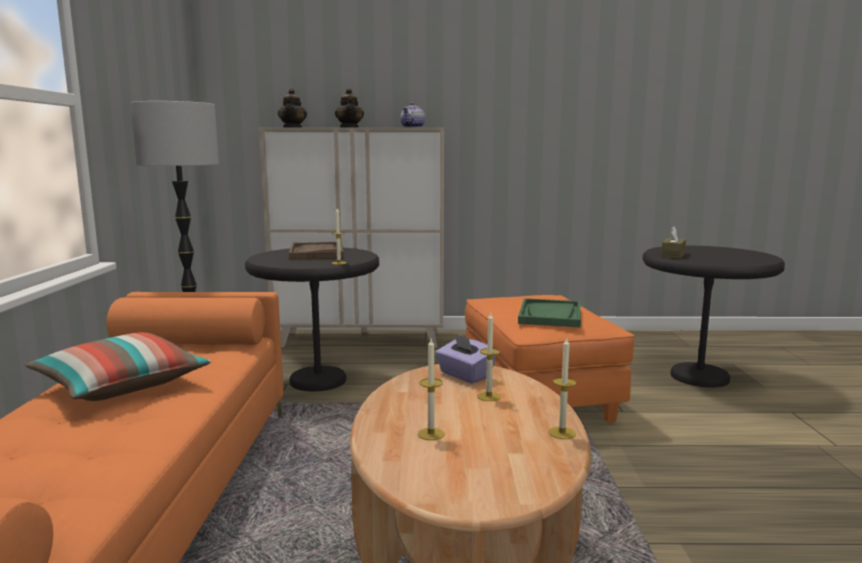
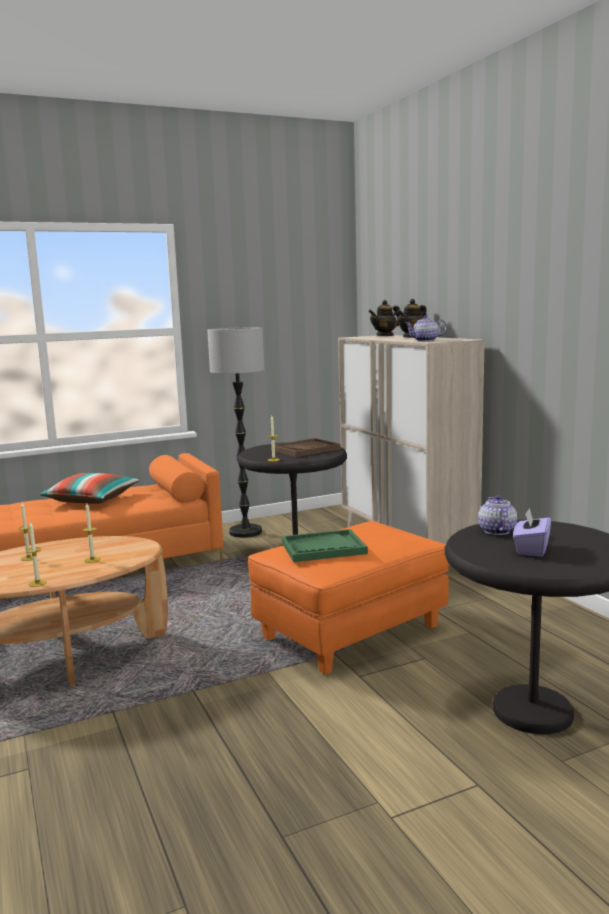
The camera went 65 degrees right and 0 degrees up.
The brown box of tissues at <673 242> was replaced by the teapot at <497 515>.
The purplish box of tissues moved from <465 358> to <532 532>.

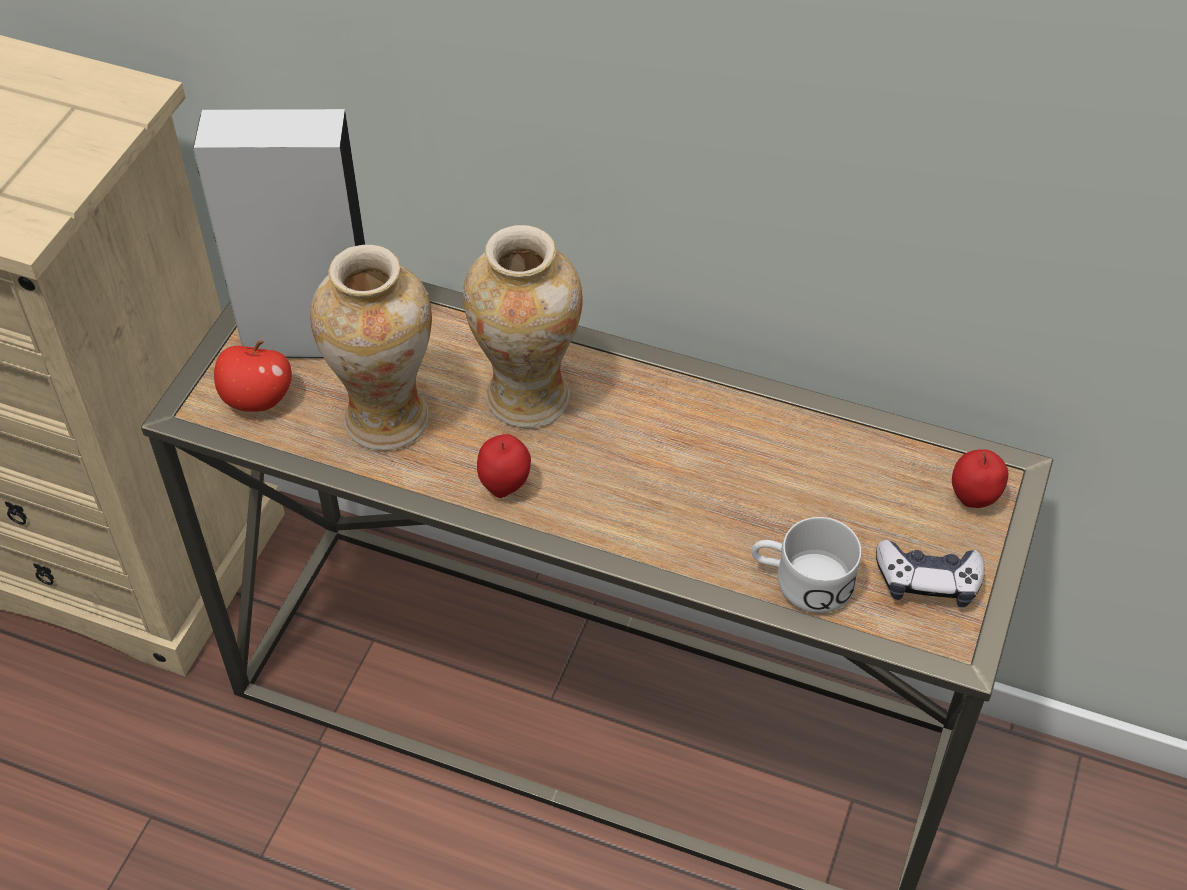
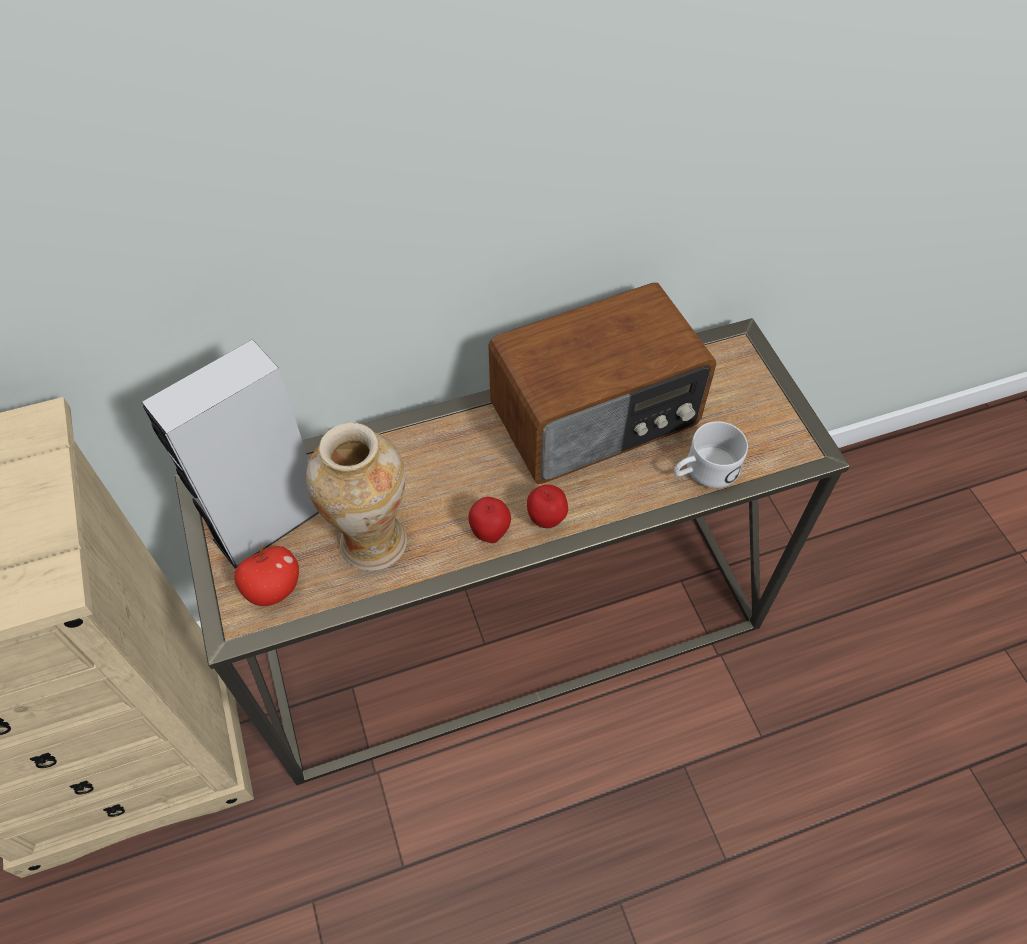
The camera went 40 degrees left and 5 degrees up.
The radio receiver at <602 383> appeared.
The apple moved from <980 478> to <547 506>.
The decorative vase at <523 327> disappeared.
The joypad at <930 573> disappeared.

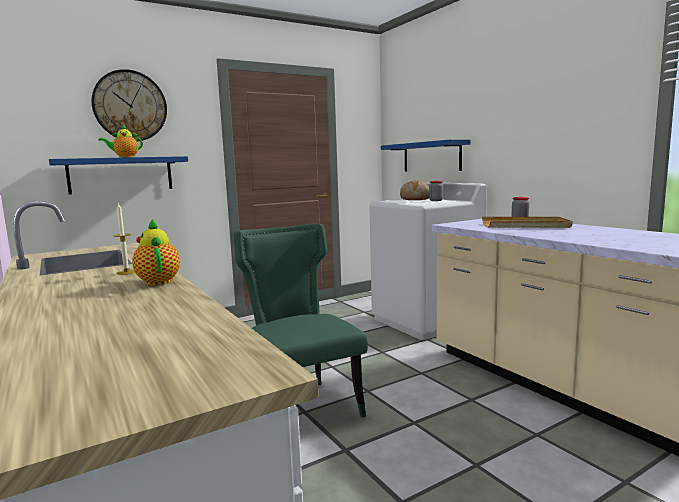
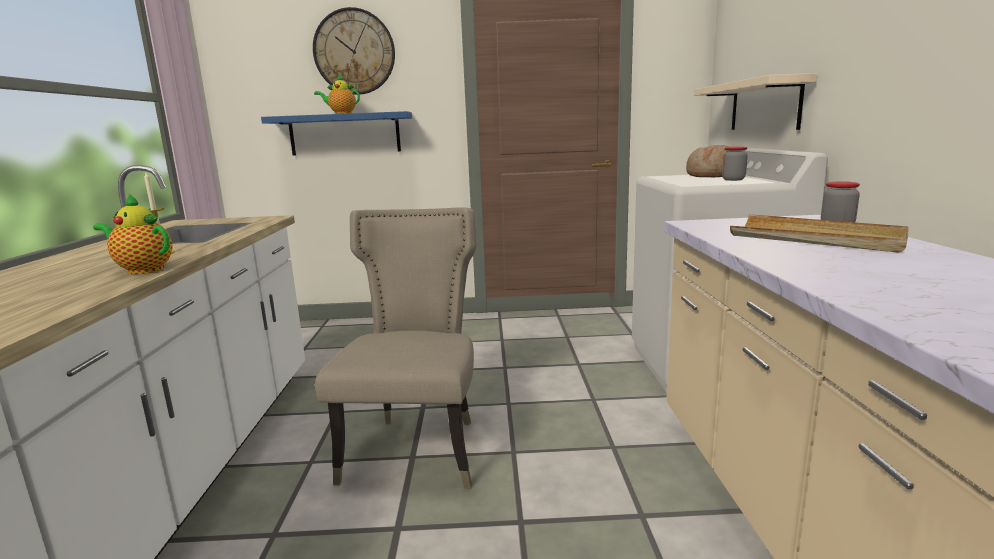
The camera went 30 degrees right and 5 degrees up.
The teapot at <156 252> turned 75 degrees counterclockwise.
The green chair at <301 320> became the sand-coloured chair at <396 348>.
The blue-coloured shelf at <426 155> became the sand-coloured shelf at <755 101>.

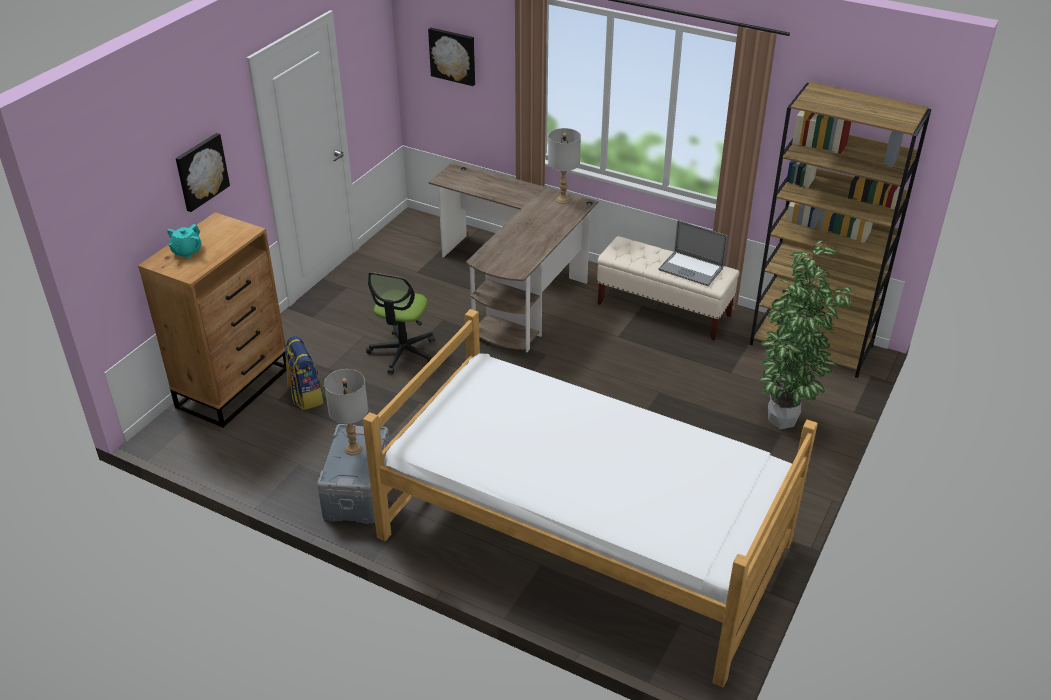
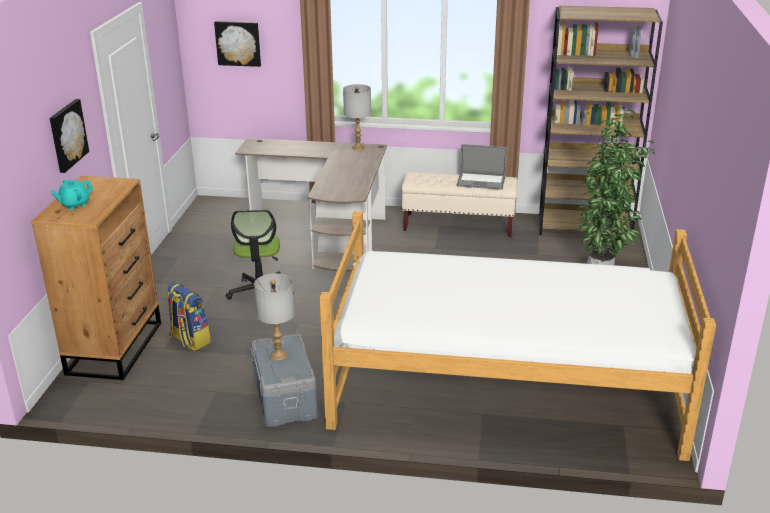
The camera went 20 degrees left and 10 degrees down.
The blue-green teapot at <184 241> turned 45 degrees clockwise.

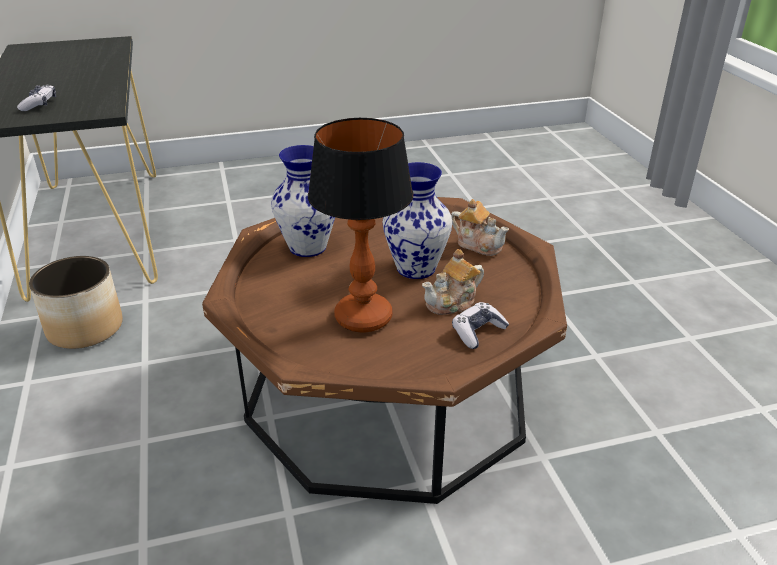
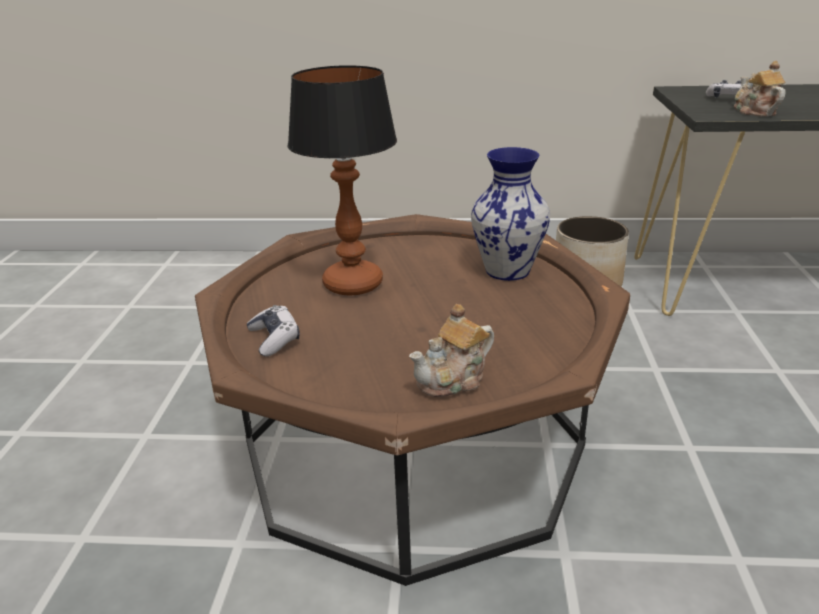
The camera went 110 degrees right and 5 degrees down.
The teapot moved from <453 282> to <760 89>.
The decorative vase at <417 220> disappeared.

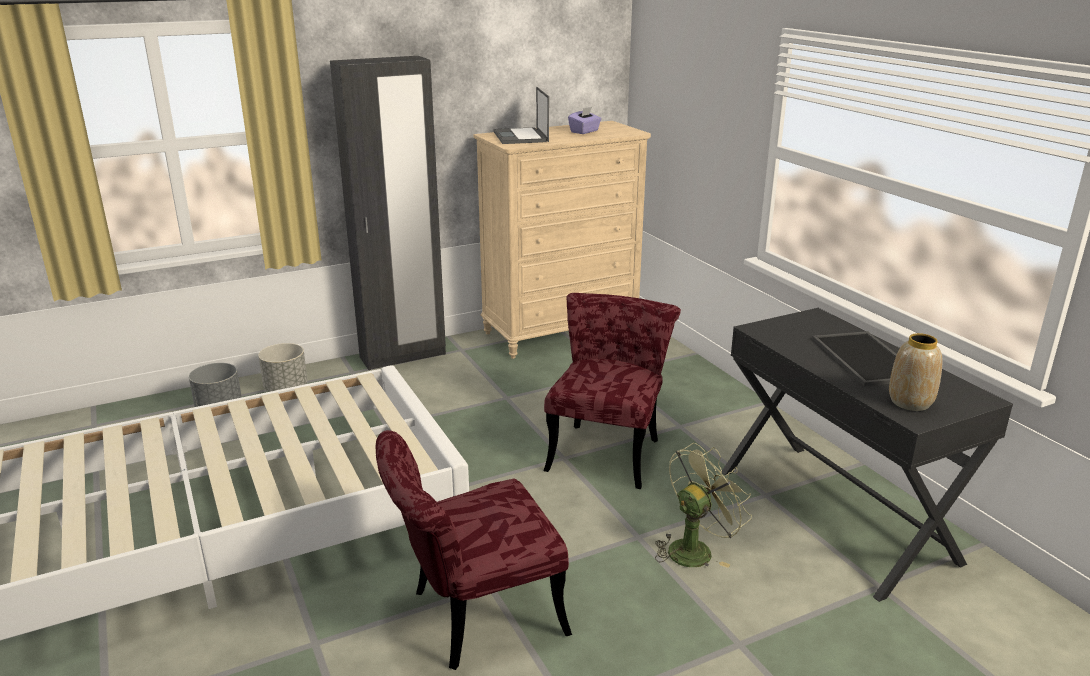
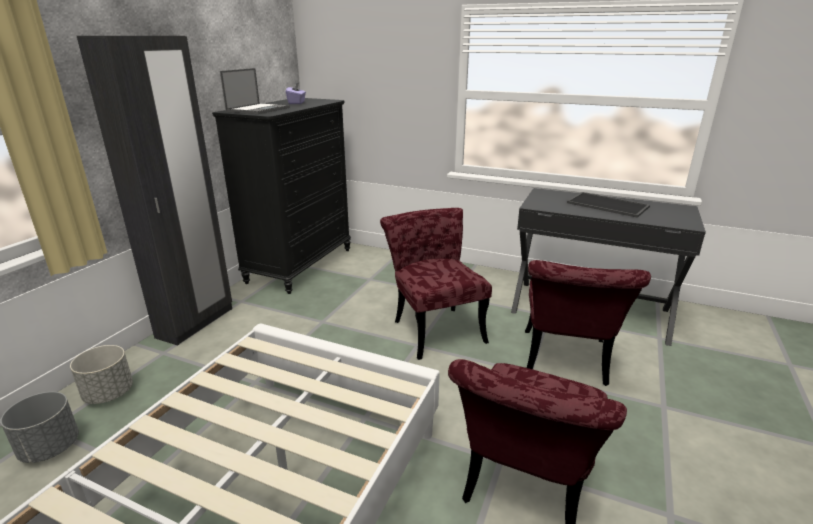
The camera went 40 degrees left and 0 degrees up.
The sand-coloured dresser at <562 240> became the black-coloured dresser at <281 196>.
The laptop at <521 115> turned 105 degrees counterclockwise.
The green fan at <703 505> was replaced by the red-coloured chair at <588 323>.
The decorative vase at <915 372> disappeared.

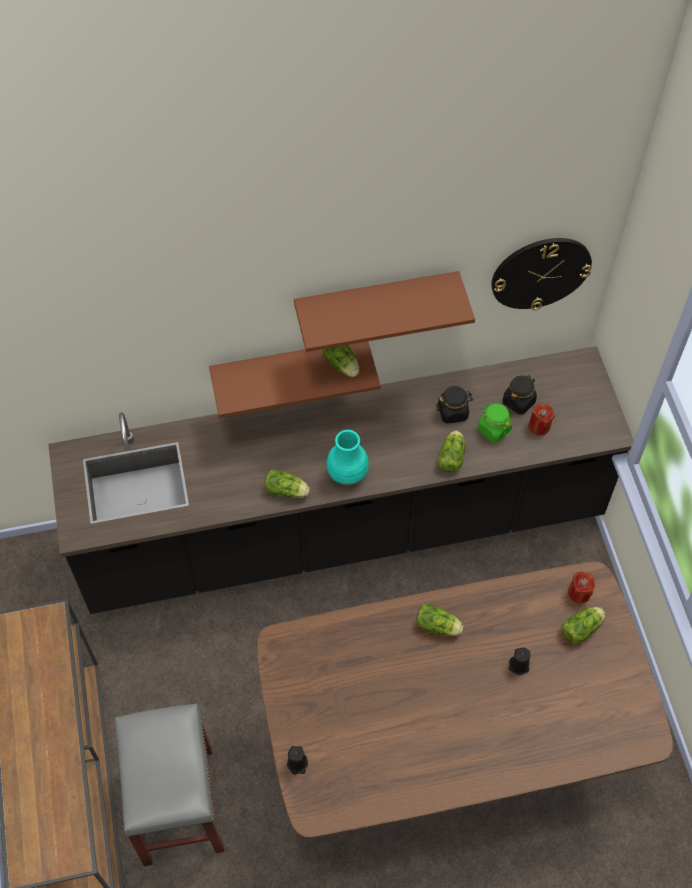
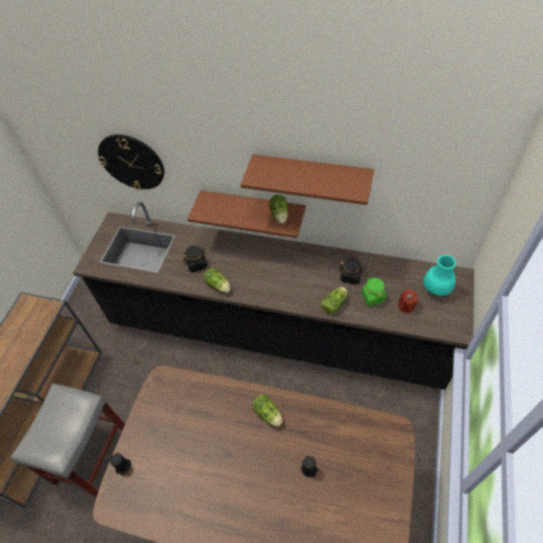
The camera went 30 degrees right and 5 degrees down.
The clock on the wall moved from <541 274> to <131 162>.
The black-coloured storage jar moved from <520 395> to <195 258>.
The blue-green decorative vase moved from <347 457> to <440 276>.
The lettuce head at <583 625> disappeared.
The red-coloured wax light at <581 588> disappeared.

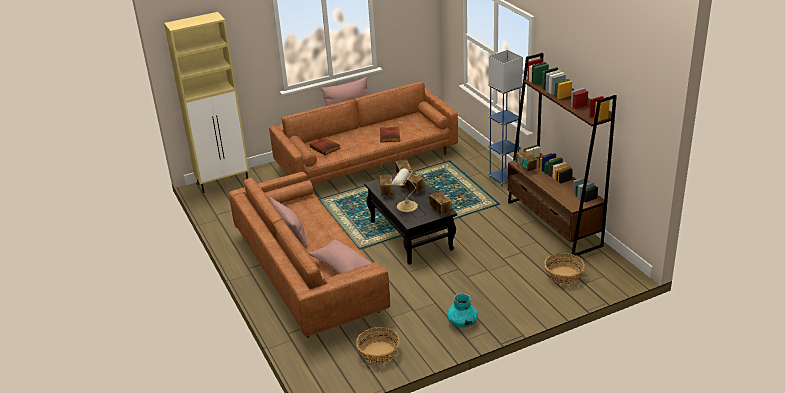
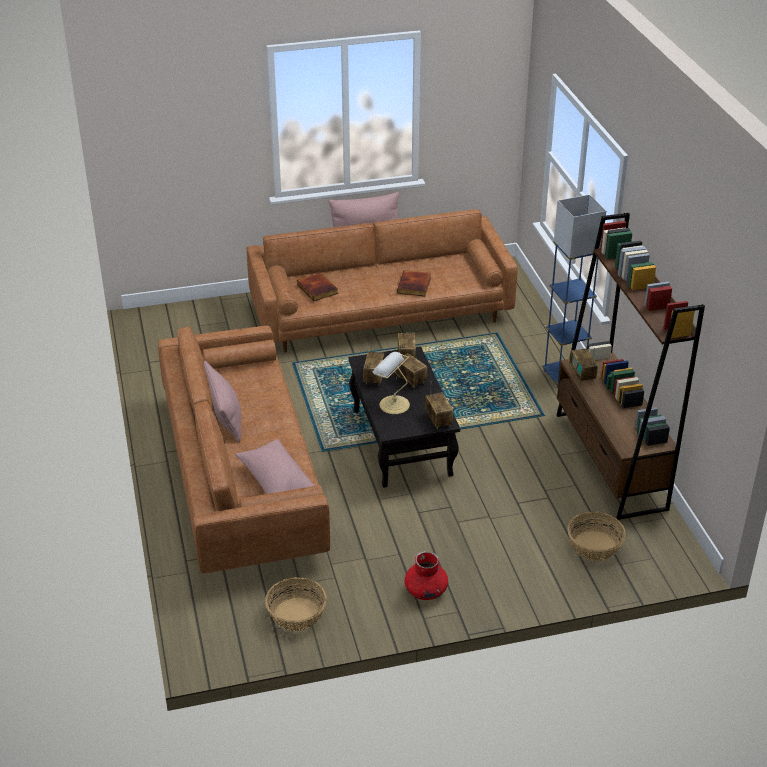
The camera went 10 degrees right and 5 degrees up.
The blue-green decorative vase at <462 310> became the red-coloured decorative vase at <426 575>.
The sand-coloured cabinet at <206 102> disappeared.

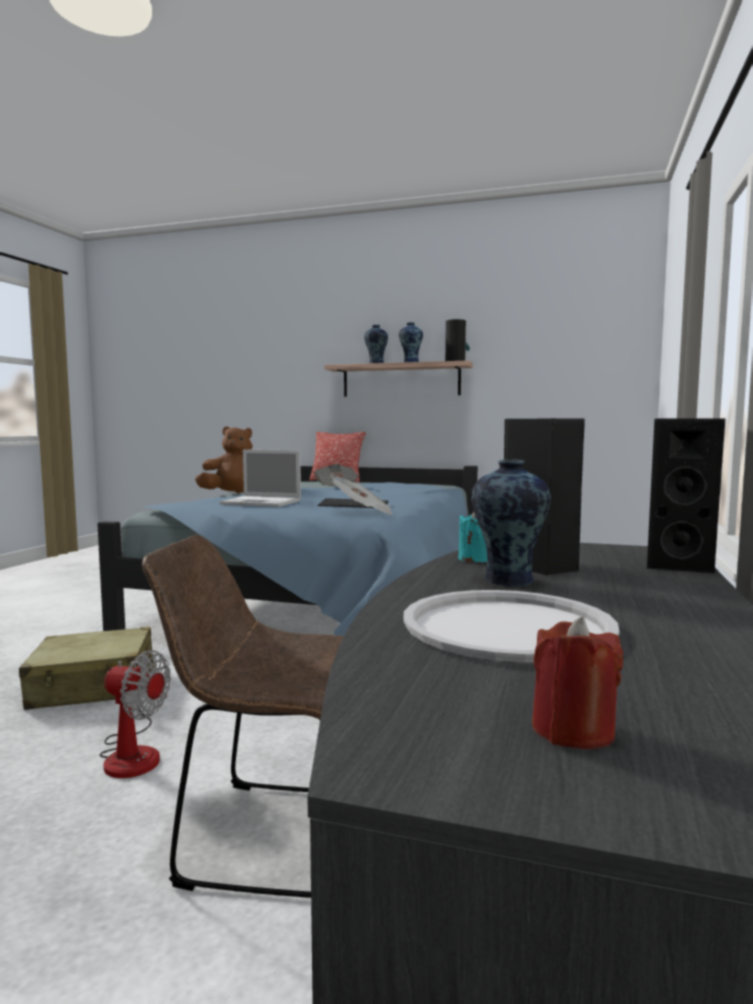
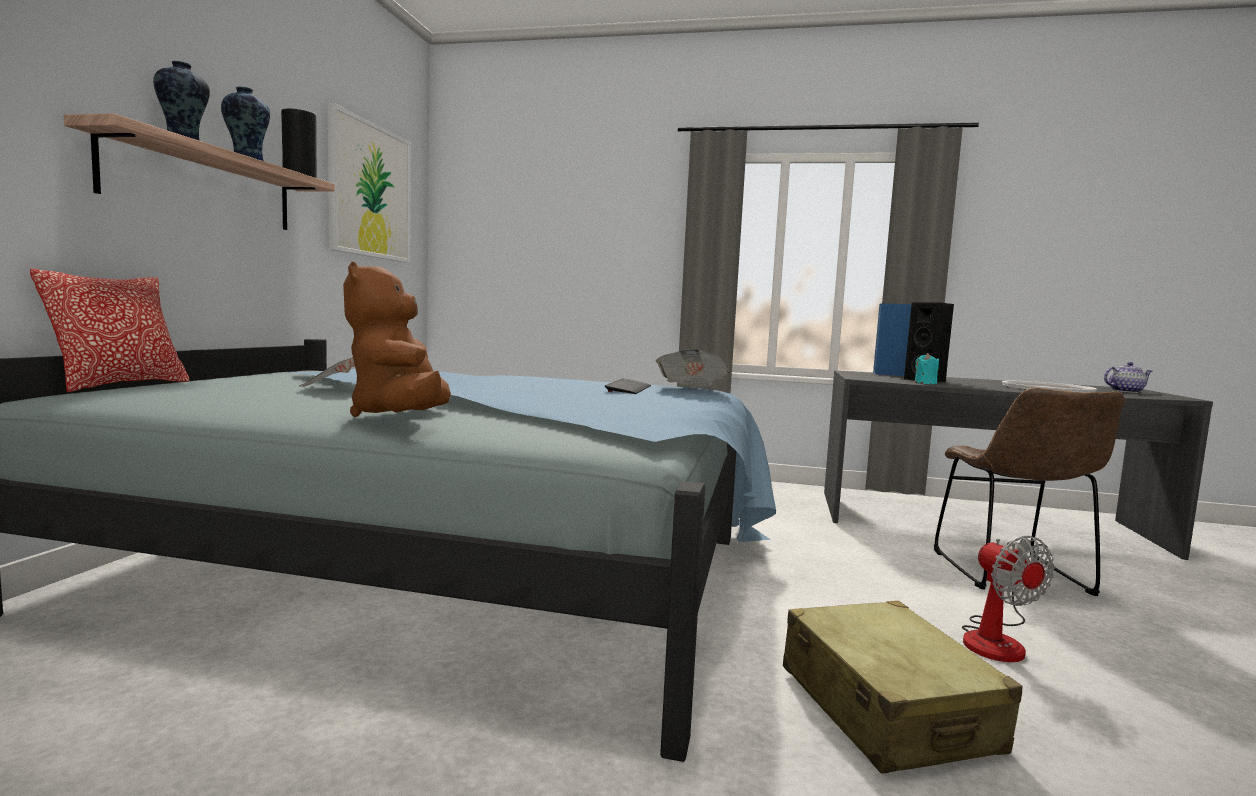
The camera went 95 degrees left and 0 degrees up.
The wall picture at <369 183> appeared.
The black-coloured speaker at <685 495> became the blue-coloured speaker at <892 339>.
The fan at <135 714> turned 150 degrees clockwise.
The red-coloured wax light at <577 683> was replaced by the teapot at <1128 377>.
The laptop at <260 478> disappeared.
The decorative vase at <511 523> disappeared.

